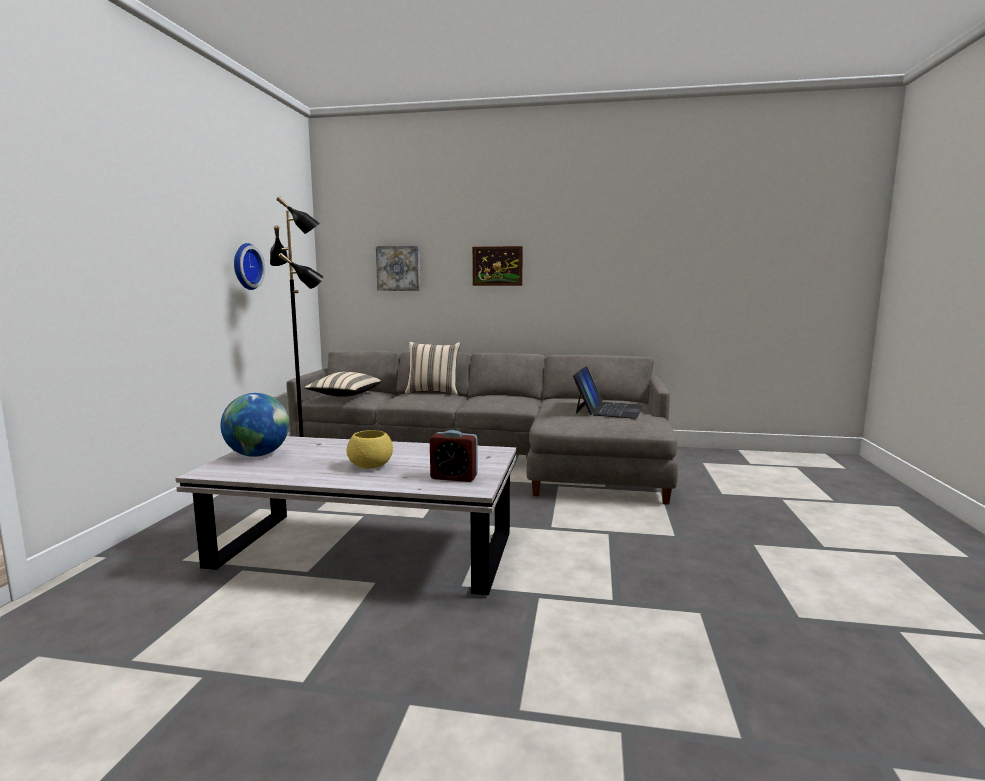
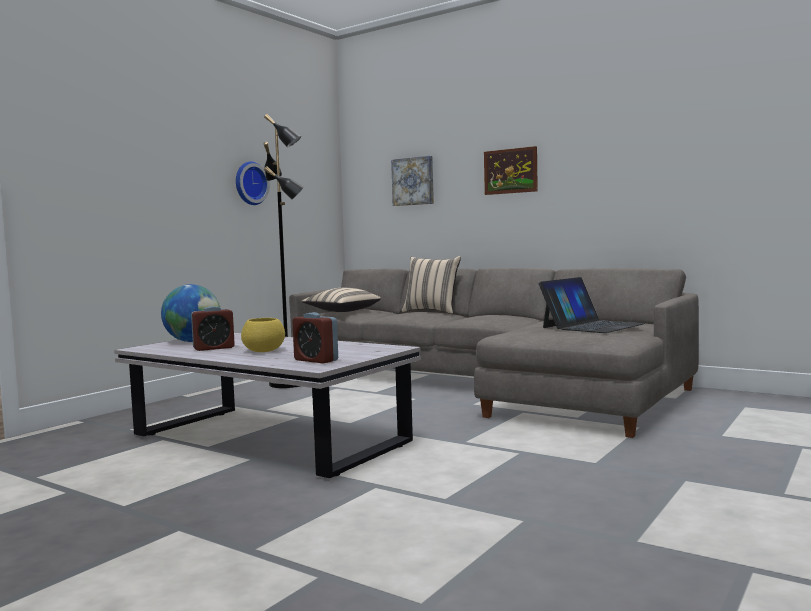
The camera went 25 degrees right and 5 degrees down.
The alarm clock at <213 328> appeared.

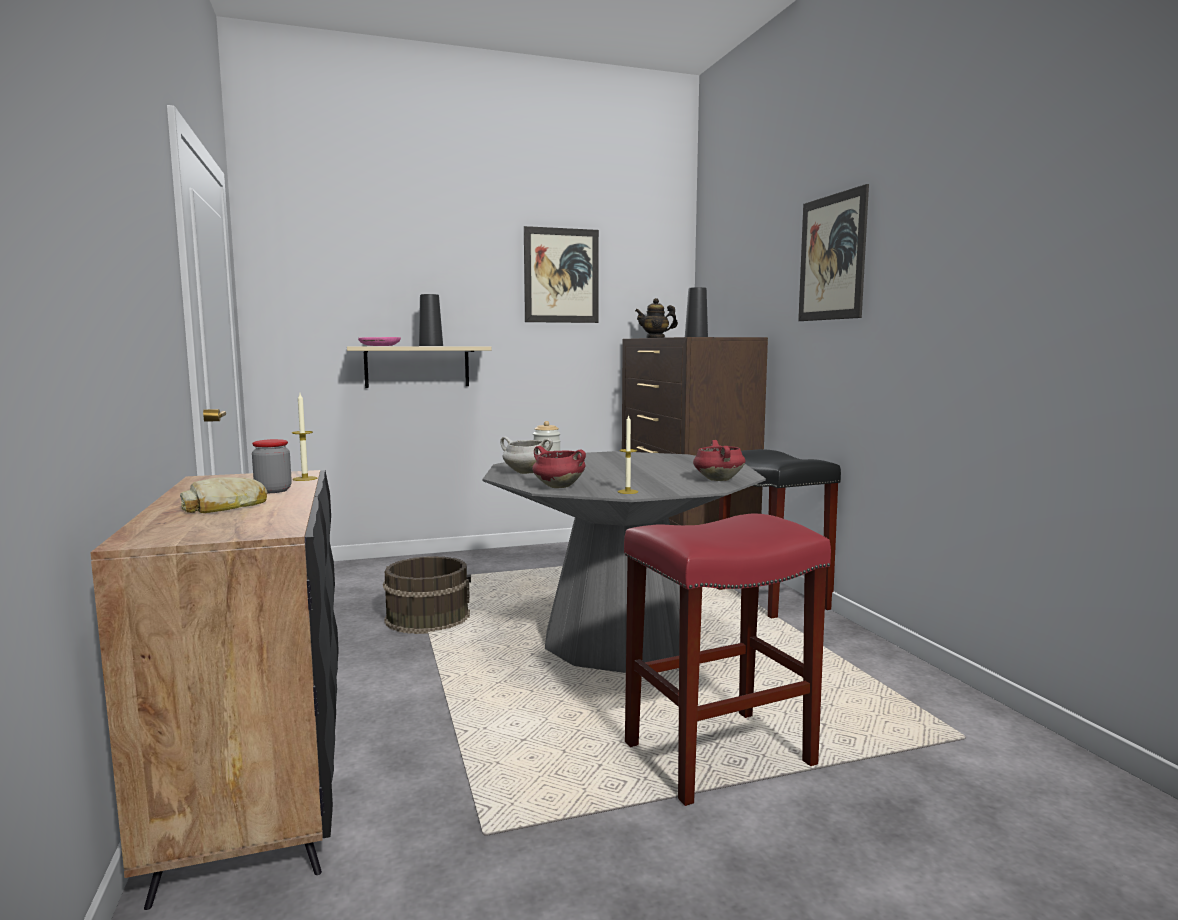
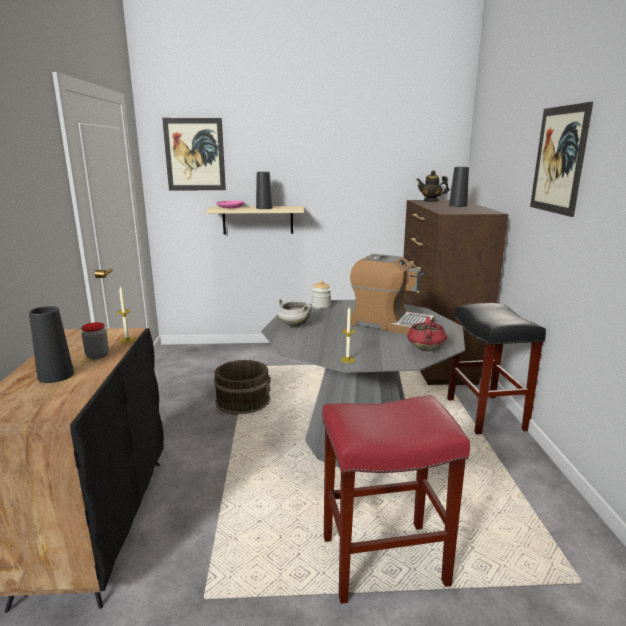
The camera went 15 degrees right and 10 degrees up.
The bread at <223 495> was replaced by the black-coloured decorative vase at <51 344>.
The wall picture moved from <561 274> to <194 154>.
The coffee machine at <392 294> appeared.
The red-coloured cooking pot at <559 467> disappeared.

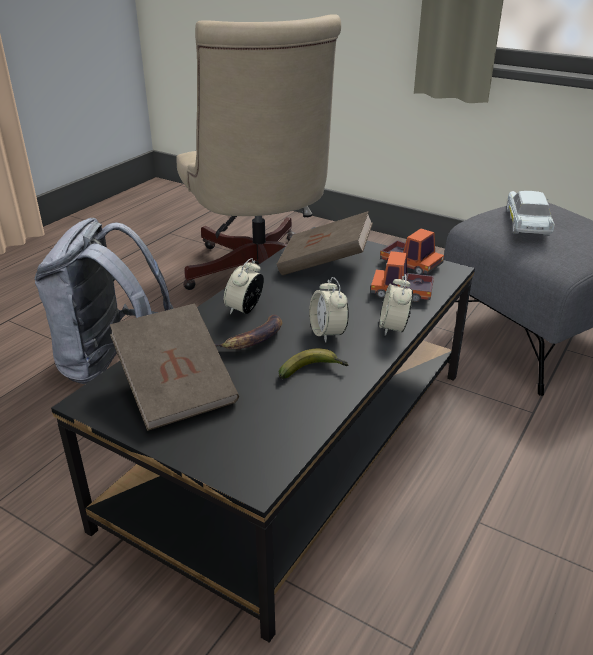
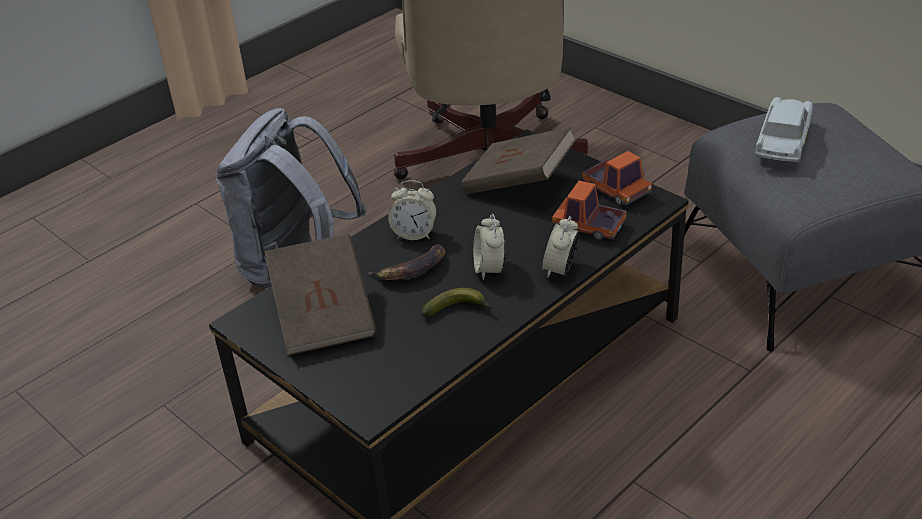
The camera went 15 degrees right and 5 degrees up.
The alarm clock at <244 286> turned 120 degrees counterclockwise.

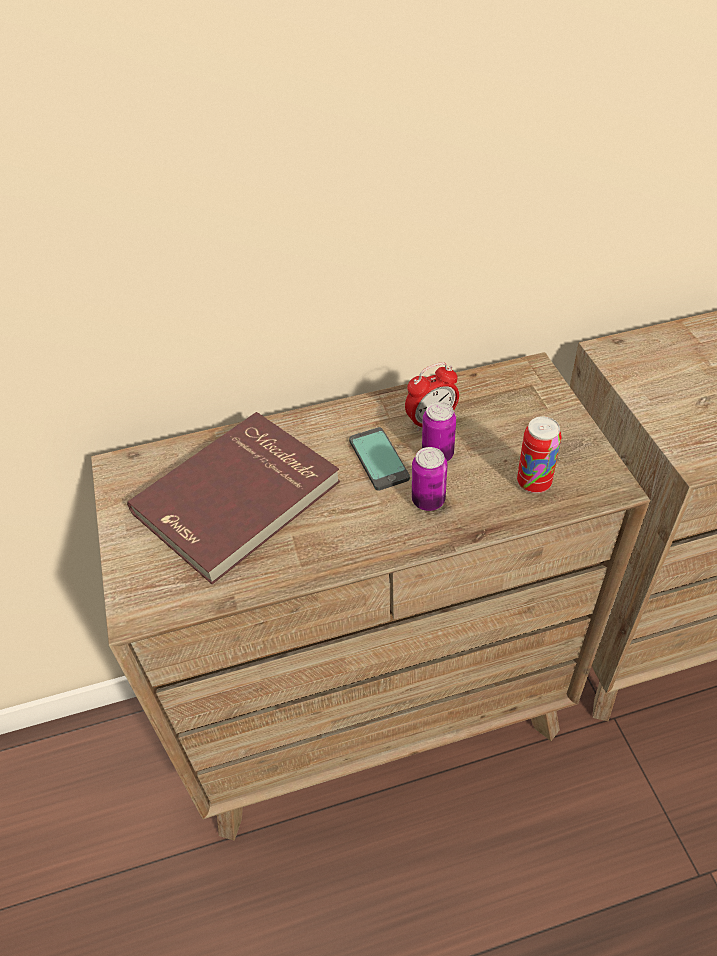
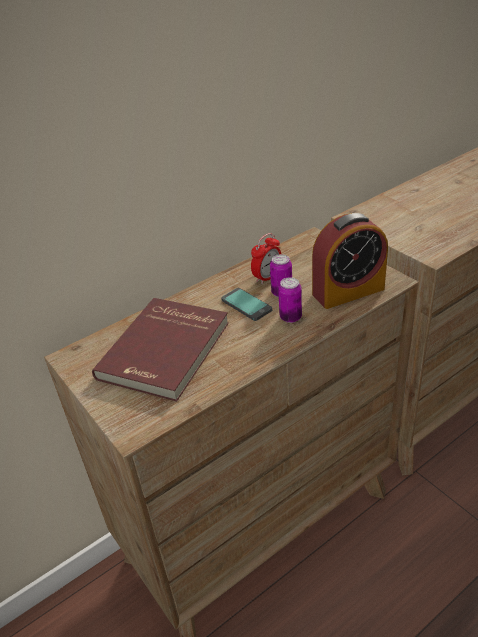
The camera went 20 degrees left and 10 degrees down.
The can at <539 454> was replaced by the alarm clock at <350 261>.

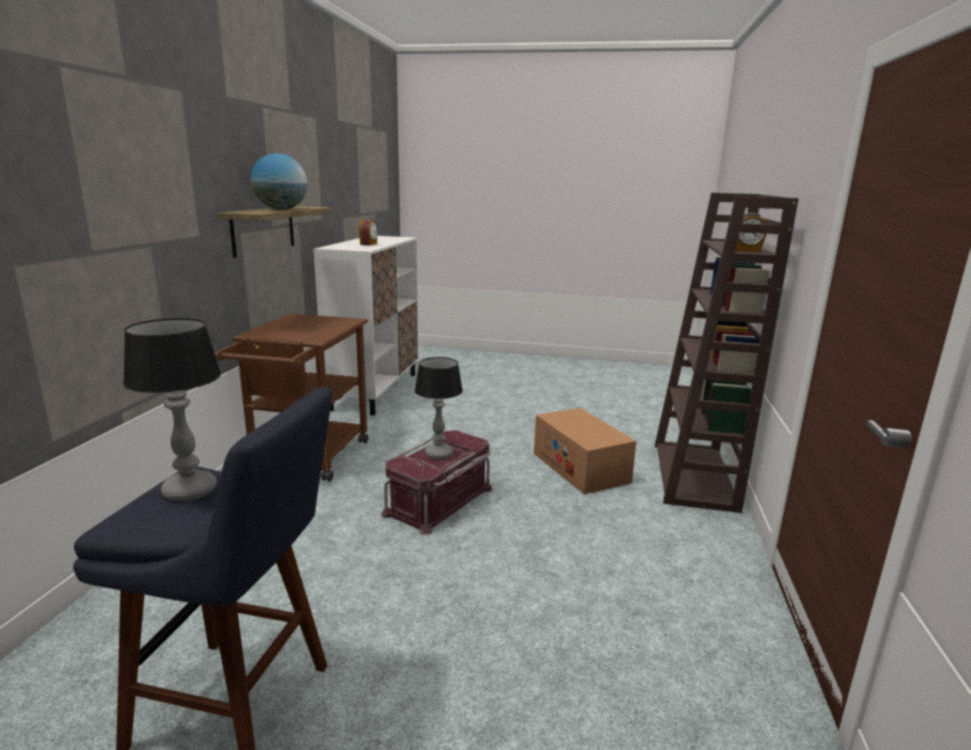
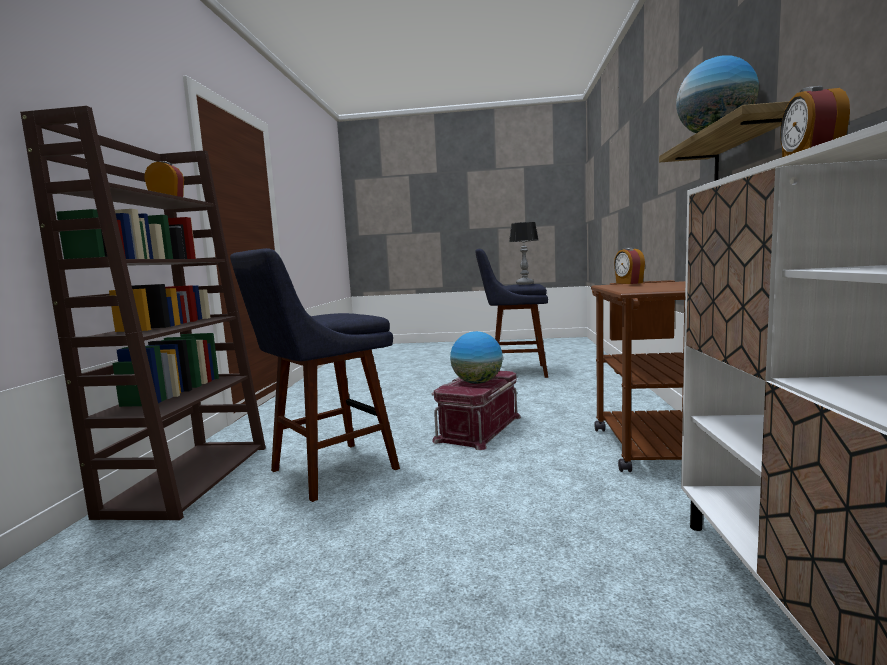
The camera went 175 degrees right and 10 degrees down.
The cardboard box at <585 451> was replaced by the blue-coloured stool seat at <315 375>.
The tabletop lamp at <439 408> was replaced by the world globe at <476 357>.
The alarm clock at <629 265> appeared.

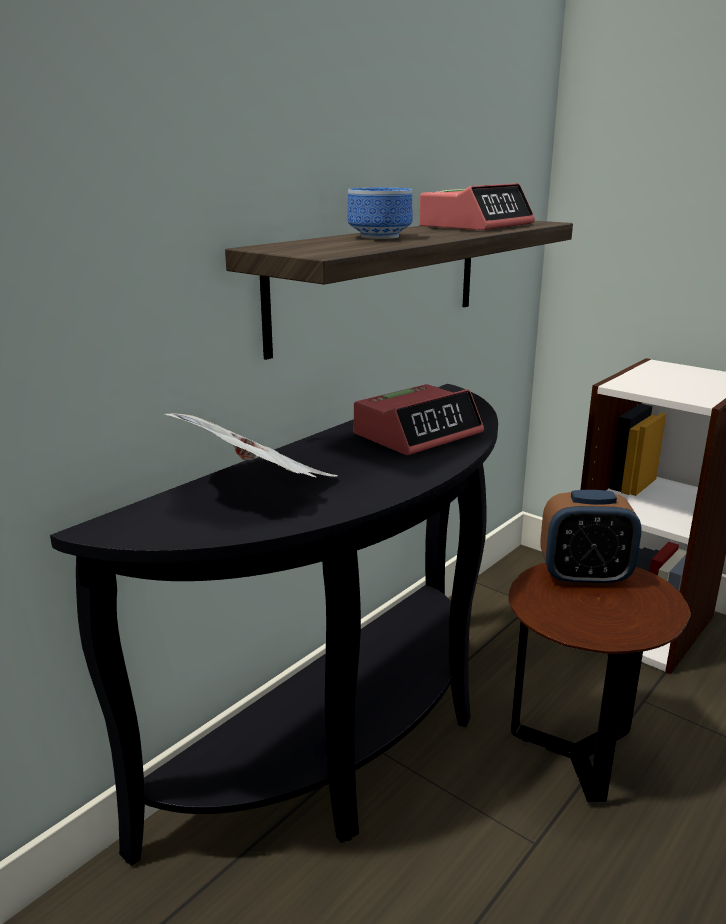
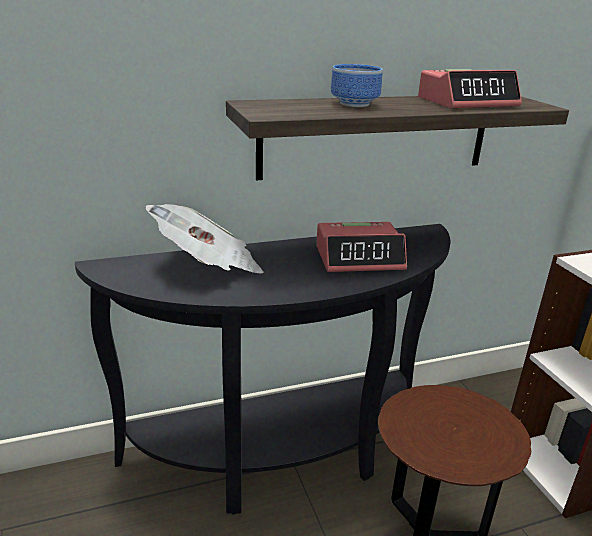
The camera went 30 degrees right and 5 degrees up.
The alarm clock at <591 538> disappeared.

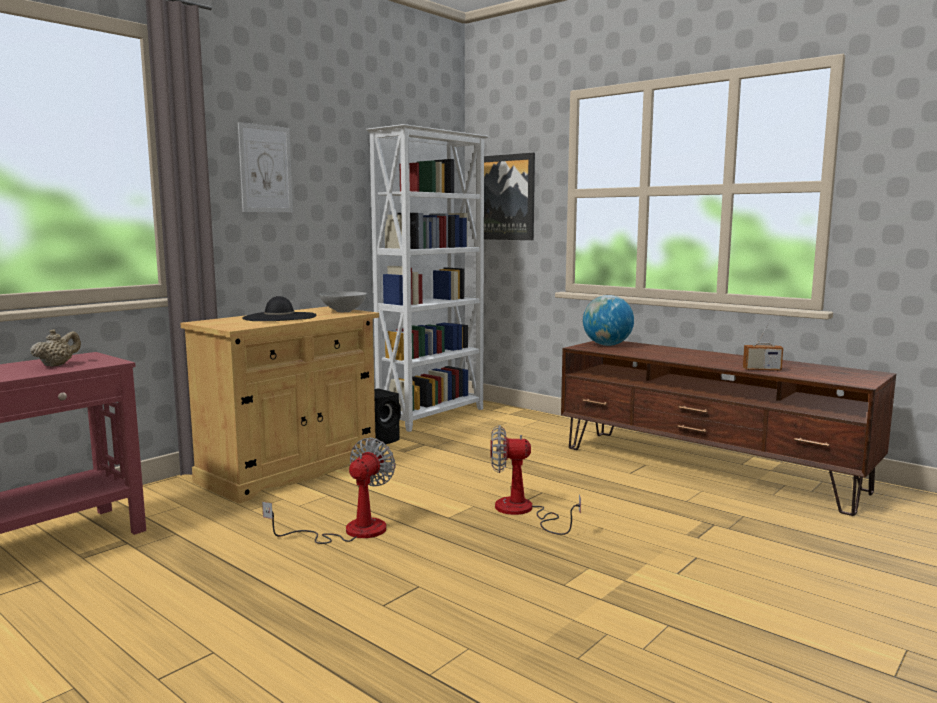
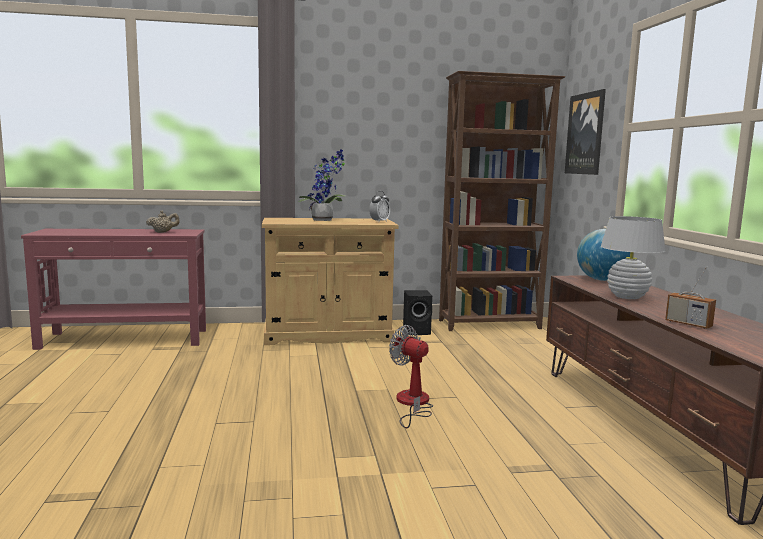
The camera went 40 degrees right and 0 degrees up.
The black-coloured hat at <279 308> was replaced by the houseplant at <322 185>.
The greyish serving bowl at <343 301> was replaced by the alarm clock at <379 207>.
The white-coloured shelving unit at <427 278> became the brown shelving unit at <502 201>.
The white-coloured tabletop lamp at <633 257> appeared.
The wall picture at <265 167> disappeared.
The fan at <328 491> disappeared.

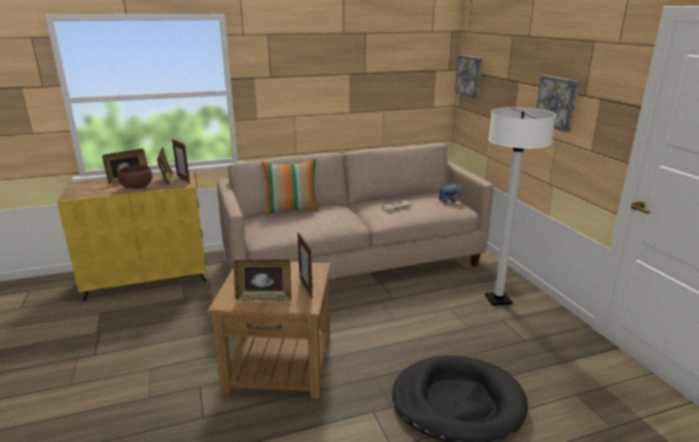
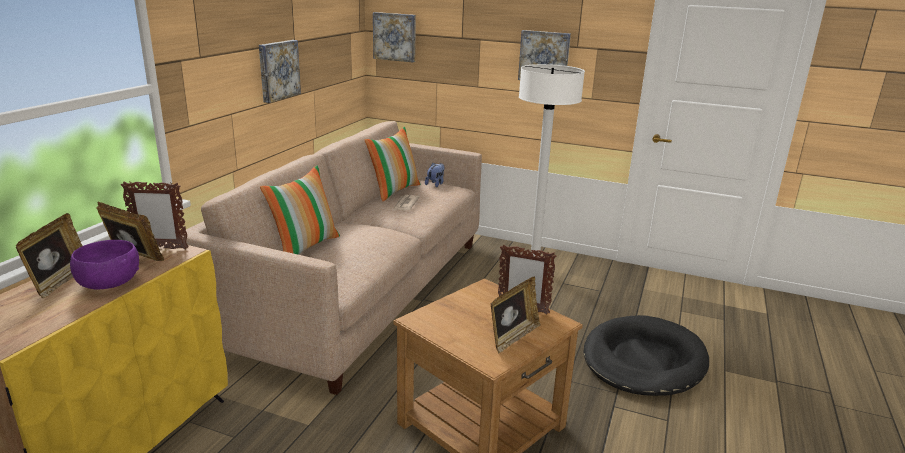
The camera went 50 degrees left and 0 degrees up.
The brown serving bowl at <135 177> became the purplish serving bowl at <104 264>.
The wall picture at <280 71> appeared.
The cushion at <393 164> appeared.

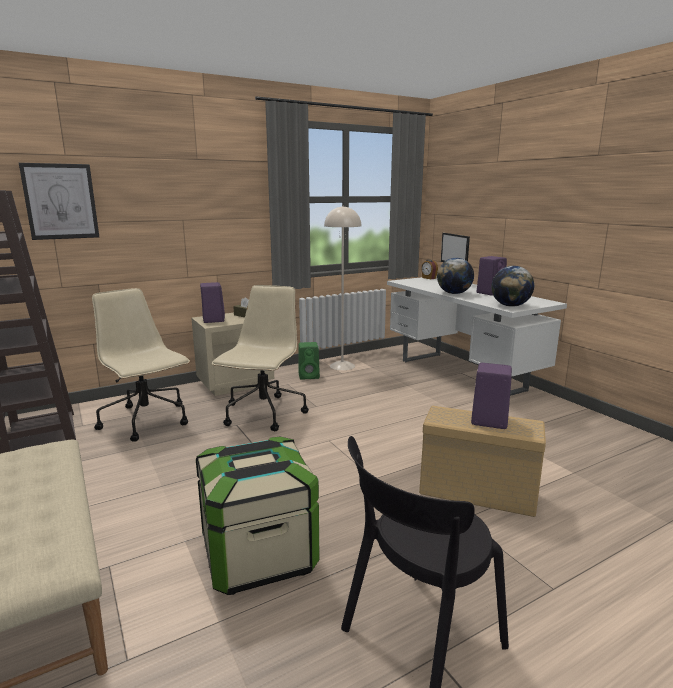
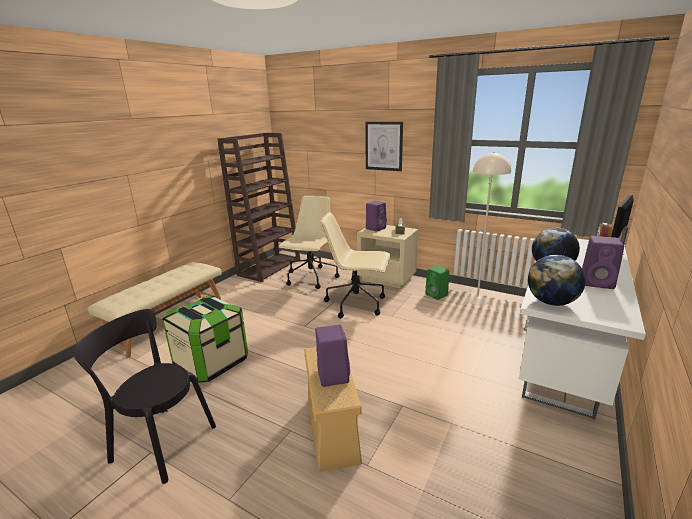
The camera went 60 degrees right and 5 degrees up.
The sand-coloured desk chair at <260 358> turned 150 degrees counterclockwise.
The wall picture moved from <59 201> to <384 146>.

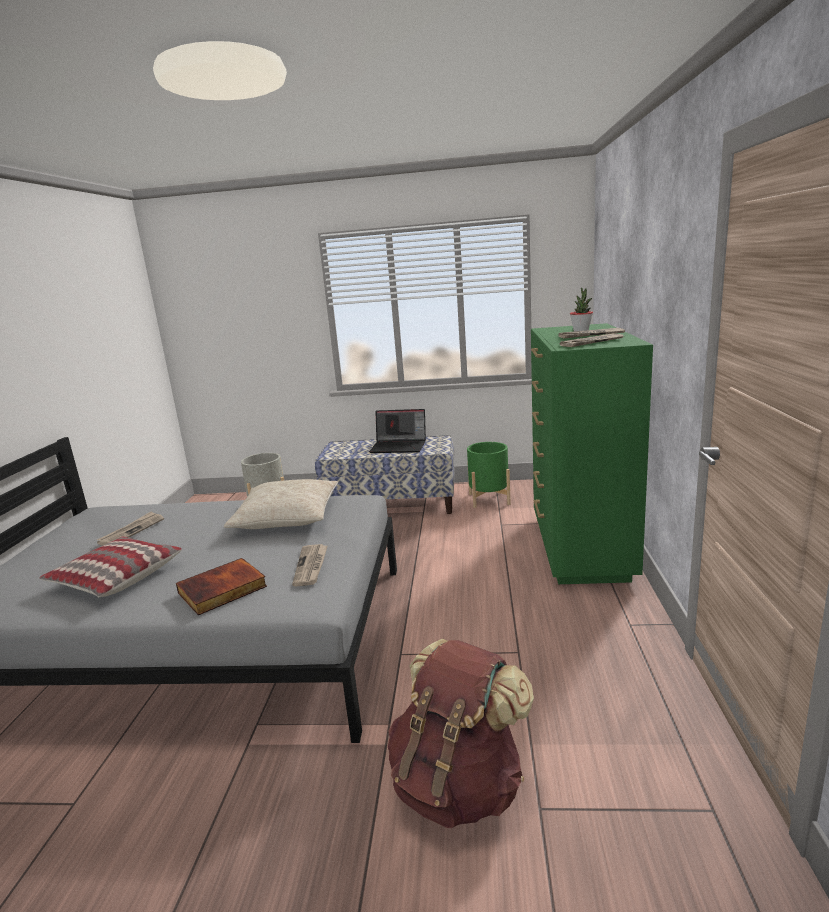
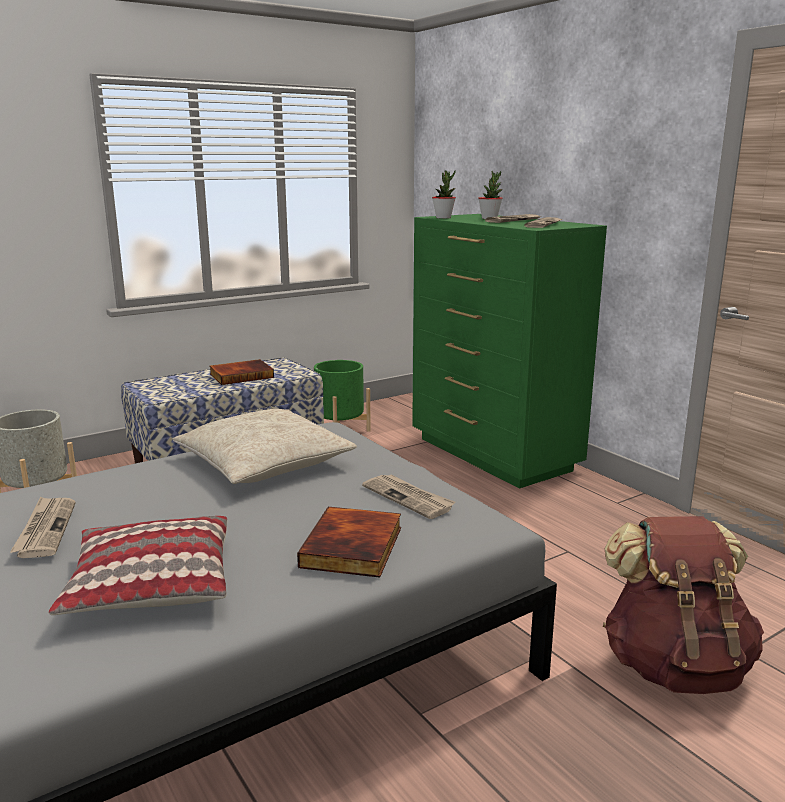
The camera went 40 degrees left and 0 degrees up.
The laptop at <397 431> was replaced by the bound book at <242 372>.
The houseplant at <444 195> appeared.

